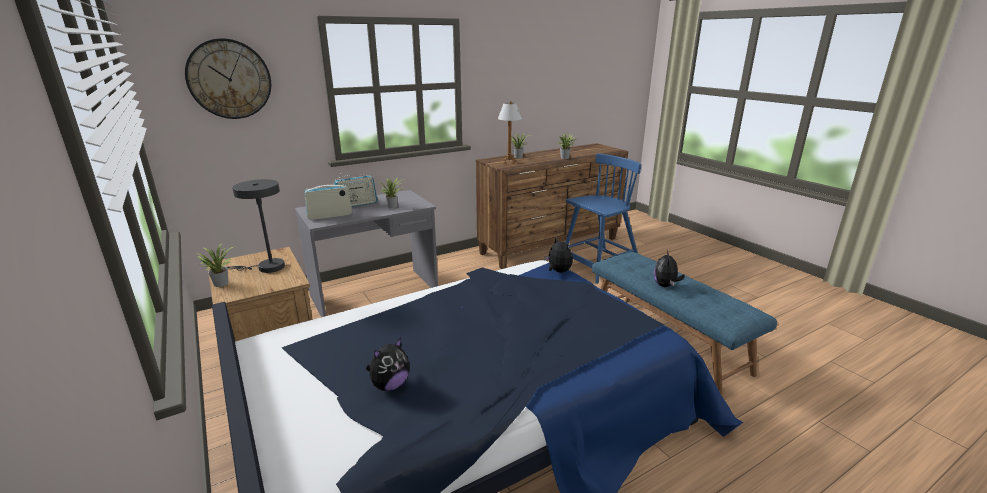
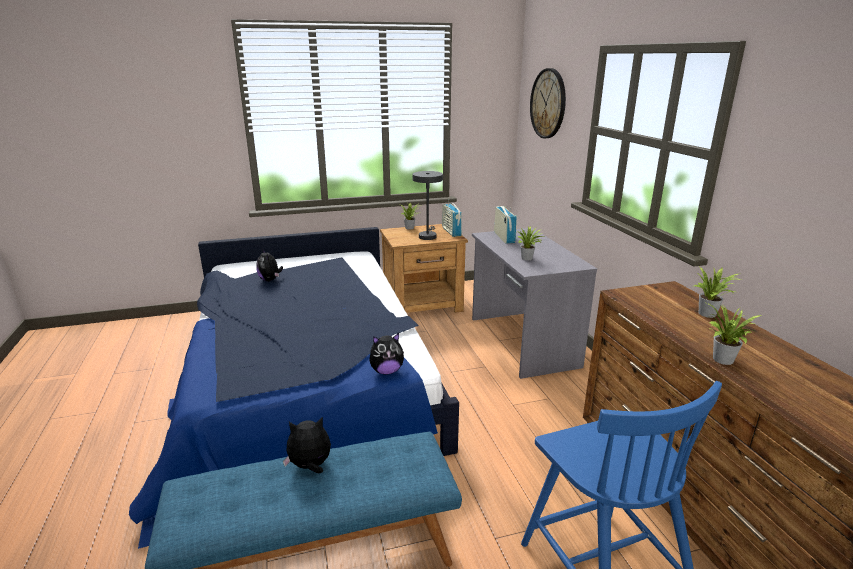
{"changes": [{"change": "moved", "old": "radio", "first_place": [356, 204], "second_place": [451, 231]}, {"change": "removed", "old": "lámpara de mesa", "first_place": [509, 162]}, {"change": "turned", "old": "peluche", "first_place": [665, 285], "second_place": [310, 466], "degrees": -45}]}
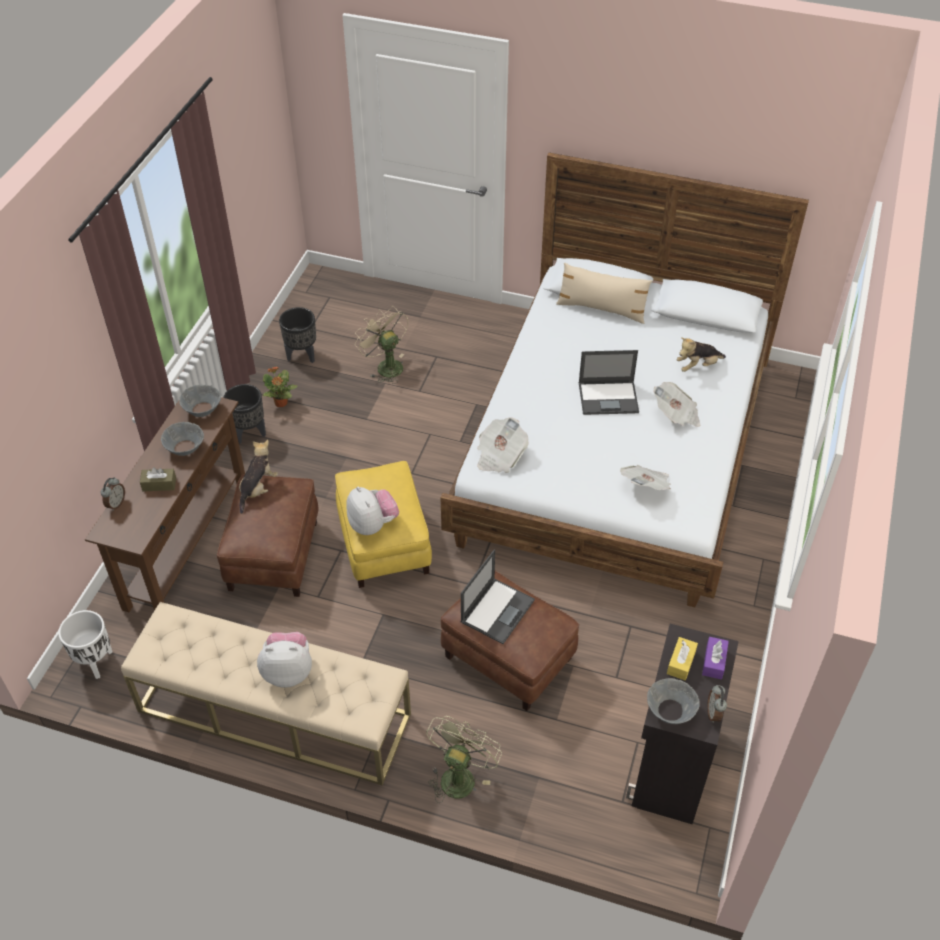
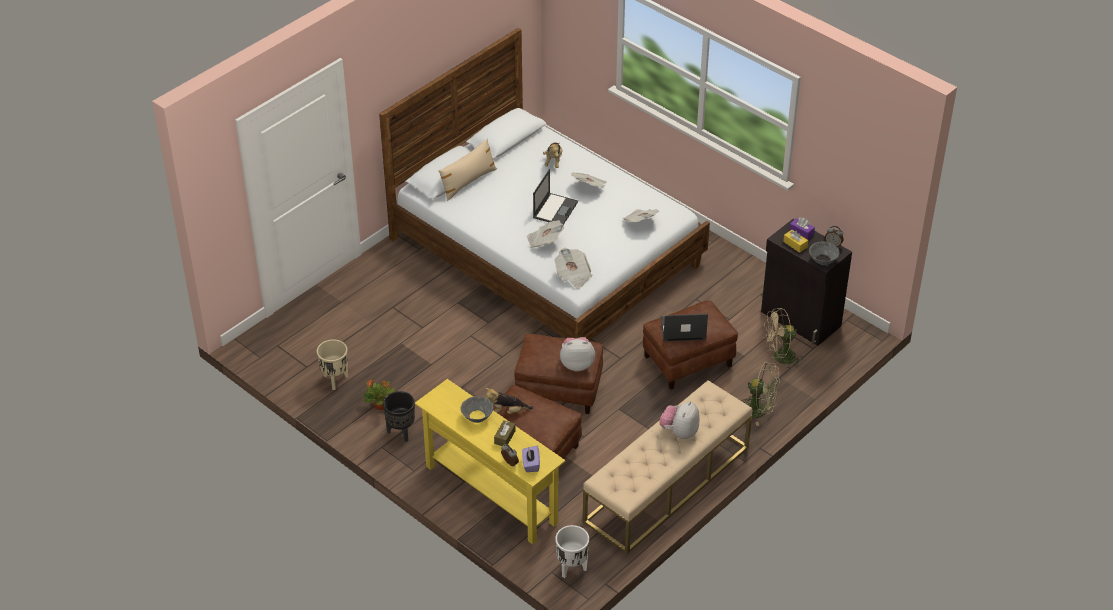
{"changes": [{"change": "recoloured", "old": "mesa consola [marrón]", "new": "mesa consola [amarillo]", "first_place": [186, 543], "second_place": [490, 494]}, {"change": "removed", "old": "cuenco [gris]", "first_place": [202, 409]}, {"change": "turned", "old": "peluche", "first_place": [258, 489], "second_place": [506, 412], "degrees": -60}, {"change": "recoloured", "old": "maceta [negro]", "new": "maceta [beis]", "first_place": [302, 355], "second_place": [335, 380]}, {"change": "recoloured", "old": "puf [amarillo]", "new": "puf [marrón]", "first_place": [383, 544], "second_place": [558, 390]}, {"change": "moved", "old": "ventilador [beis]", "first_place": [385, 366], "second_place": [779, 358]}, {"change": "turned", "old": "ventilador [verde]", "first_place": [459, 775], "second_place": [759, 411], "degrees": 150}, {"change": "turned", "old": "portátil", "first_place": [497, 610], "second_place": [682, 329], "degrees": -60}, {"change": "added", "new": "caja de pañuelos [morado]", "second_place": [531, 464]}, {"change": "added", "new": "periódico", "second_place": [544, 241]}]}
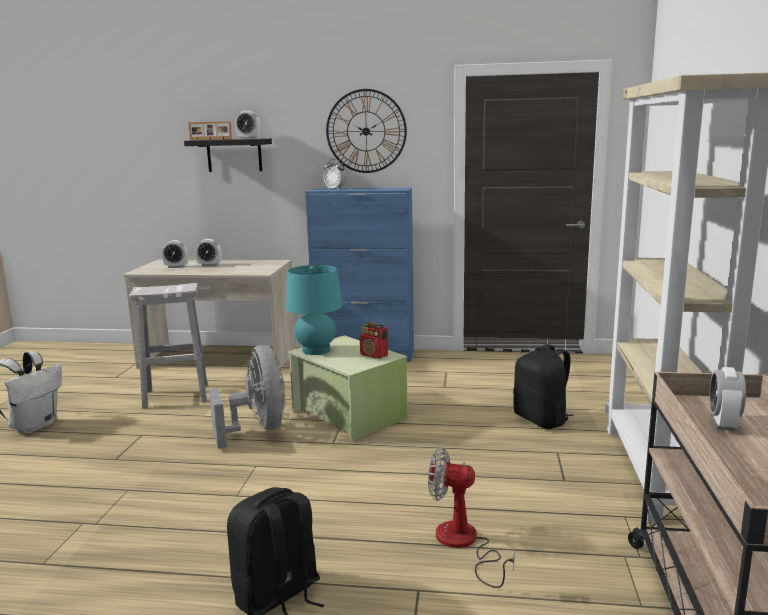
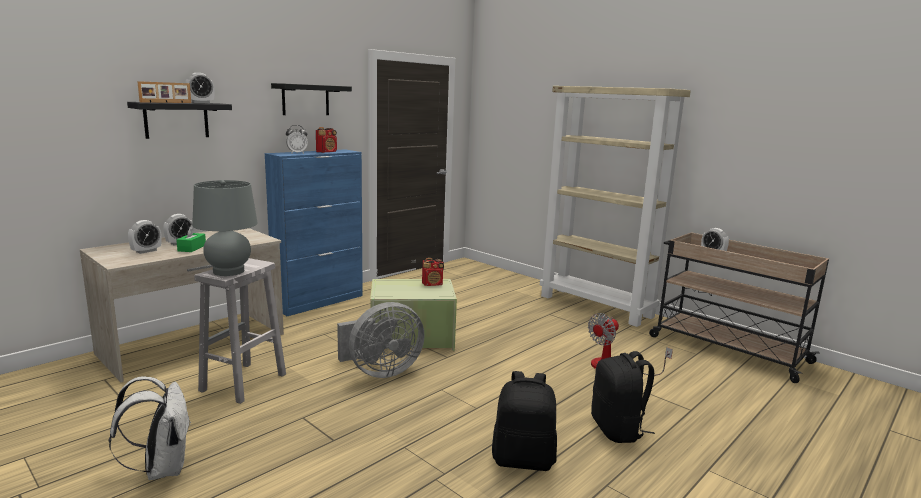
{"changes": [{"change": "turned", "old": "ventilador [gris]", "first_place": [258, 429], "second_place": [380, 371], "degrees": 135}, {"change": "removed", "old": "lámpara de mesa [turquesa]", "first_place": [316, 350]}, {"change": "replaced", "old": "reloj de pared", "new": "estante [negro]", "first_place": [366, 131], "second_place": [305, 100]}, {"change": "moved", "old": "mochila [negro]", "first_place": [542, 420], "second_place": [523, 459]}, {"change": "added", "new": "caja de pañuelos [verde]", "second_place": [192, 248]}, {"change": "added", "new": "lámpara de mesa [gris]", "second_place": [228, 271]}, {"change": "added", "new": "radio", "second_place": [327, 152]}]}
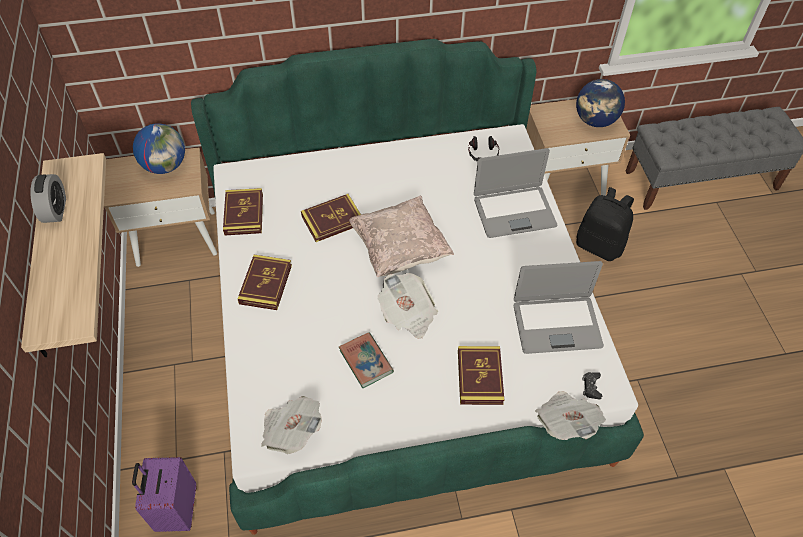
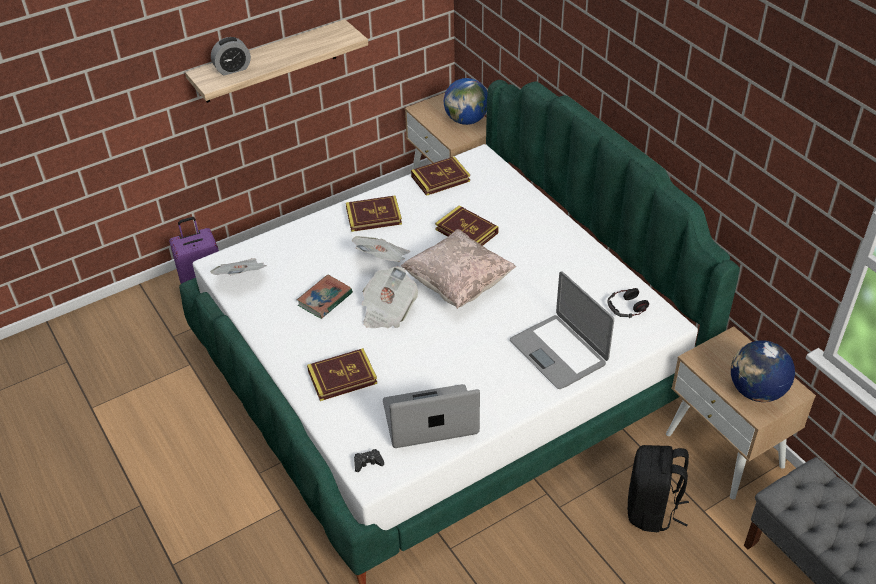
{"changes": [{"change": "moved", "old": "despertador", "first_place": [55, 210], "second_place": [233, 69]}, {"change": "turned", "old": "portátil", "first_place": [556, 324], "second_place": [430, 419], "degrees": 105}, {"change": "moved", "old": "periódico", "first_place": [566, 422], "second_place": [383, 259]}]}
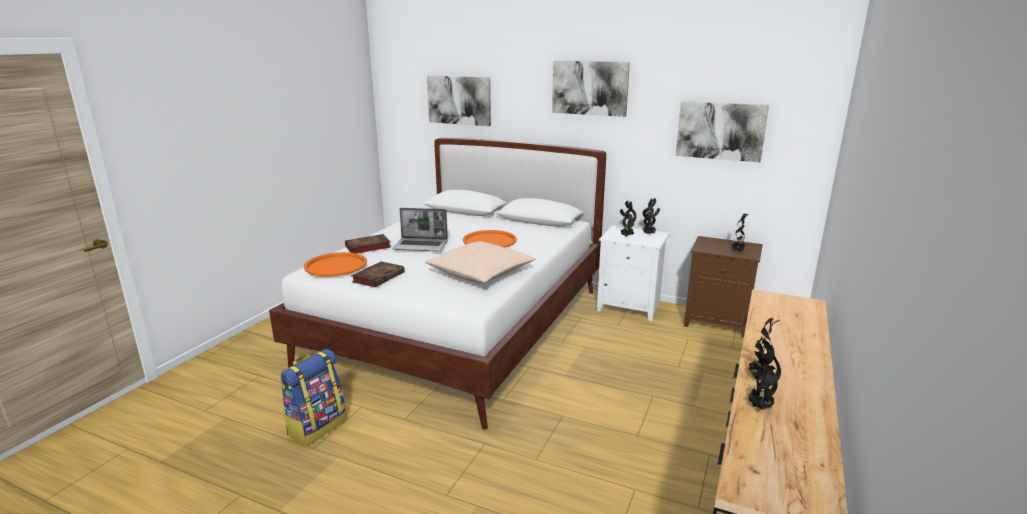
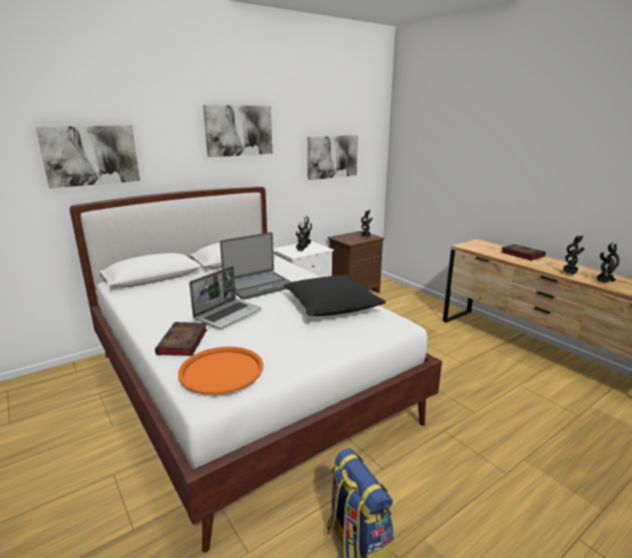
{"changes": [{"change": "moved", "old": "libro", "first_place": [379, 277], "second_place": [520, 254]}, {"change": "recoloured", "old": "cojín [beis]", "new": "cojín [negro]", "first_place": [481, 273], "second_place": [331, 306]}, {"change": "replaced", "old": "bandeja [naranja]", "new": "portátil", "first_place": [489, 240], "second_place": [258, 286]}]}
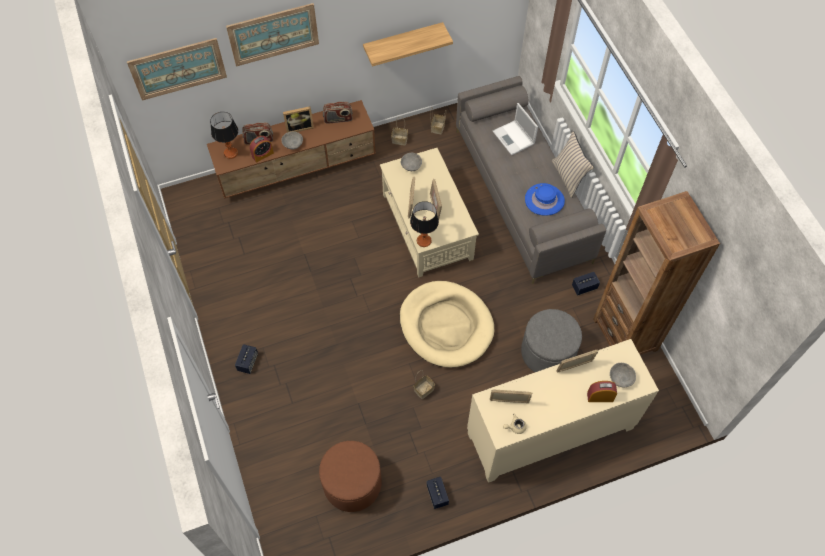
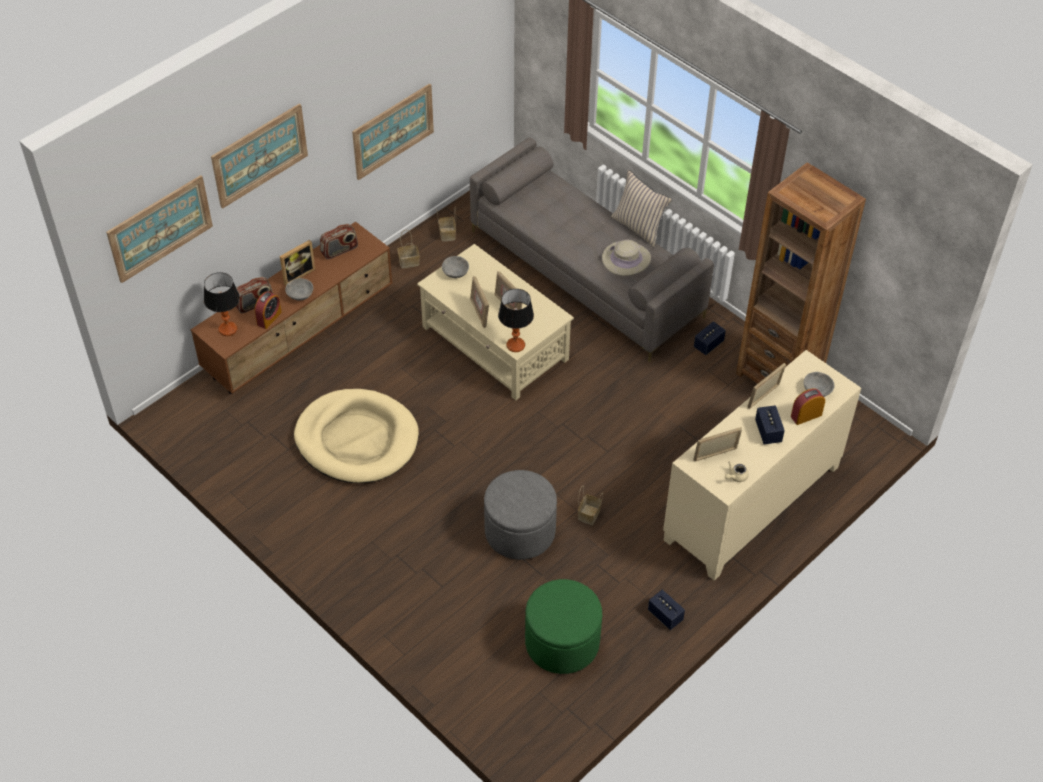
{"changes": [{"change": "moved", "old": "altavoz", "first_place": [248, 362], "second_place": [768, 432]}, {"change": "recoloured", "old": "puf [marrón]", "new": "puf [verde]", "first_place": [352, 483], "second_place": [562, 642]}, {"change": "replaced", "old": "estante", "new": "cuadro", "first_place": [403, 41], "second_place": [393, 131]}, {"change": "moved", "old": "cama para perro [beis]", "first_place": [446, 326], "second_place": [357, 440]}, {"change": "removed", "old": "portátil", "first_place": [514, 138]}, {"change": "moved", "old": "puf [gris]", "first_place": [547, 352], "second_place": [520, 531]}, {"change": "recoloured", "old": "sombrero [azul]", "new": "sombrero [beis]", "first_place": [544, 200], "second_place": [626, 259]}]}
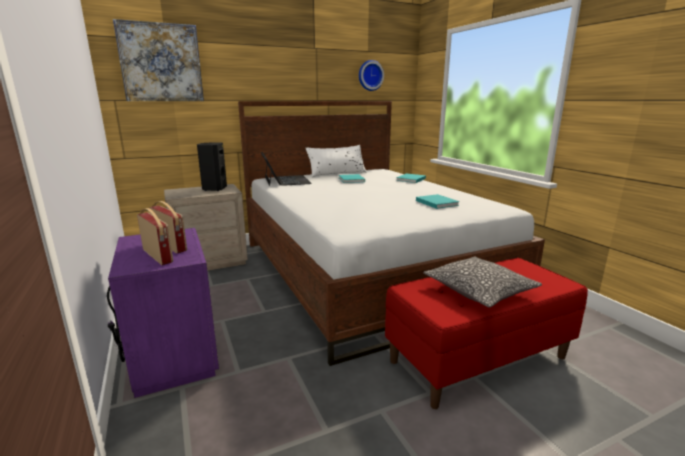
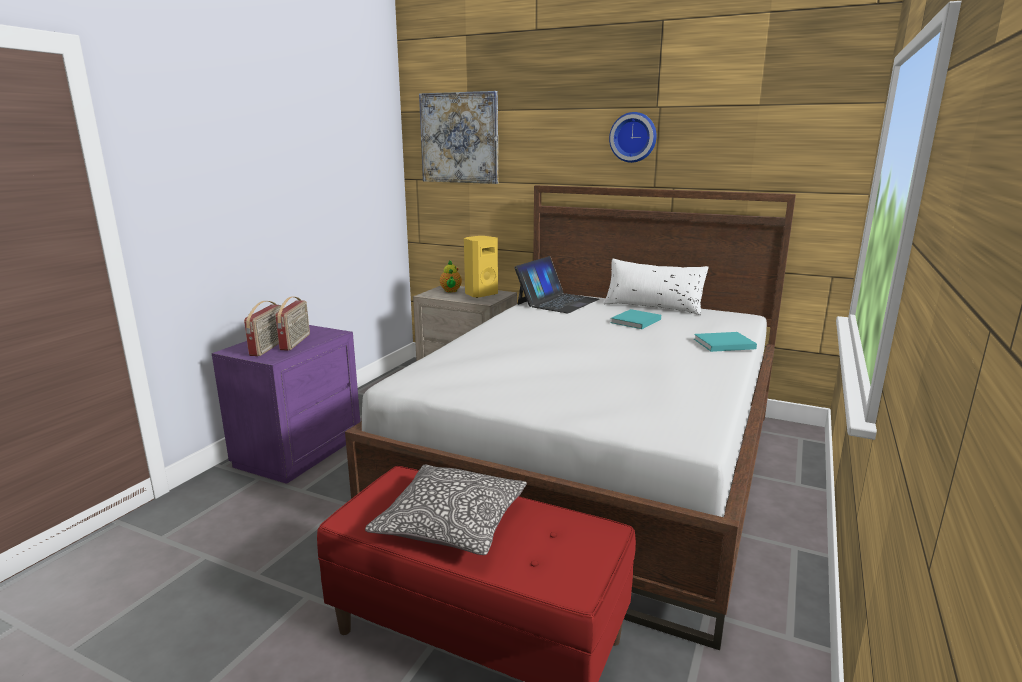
{"changes": [{"change": "recoloured", "old": "altavoz [negro]", "new": "altavoz [amarillo]", "first_place": [214, 189], "second_place": [480, 294]}, {"change": "moved", "old": "reloj de pared", "first_place": [370, 75], "second_place": [633, 137]}, {"change": "removed", "old": "libro [turquesa]", "first_place": [436, 202]}, {"change": "added", "new": "tetera", "second_place": [451, 291]}]}
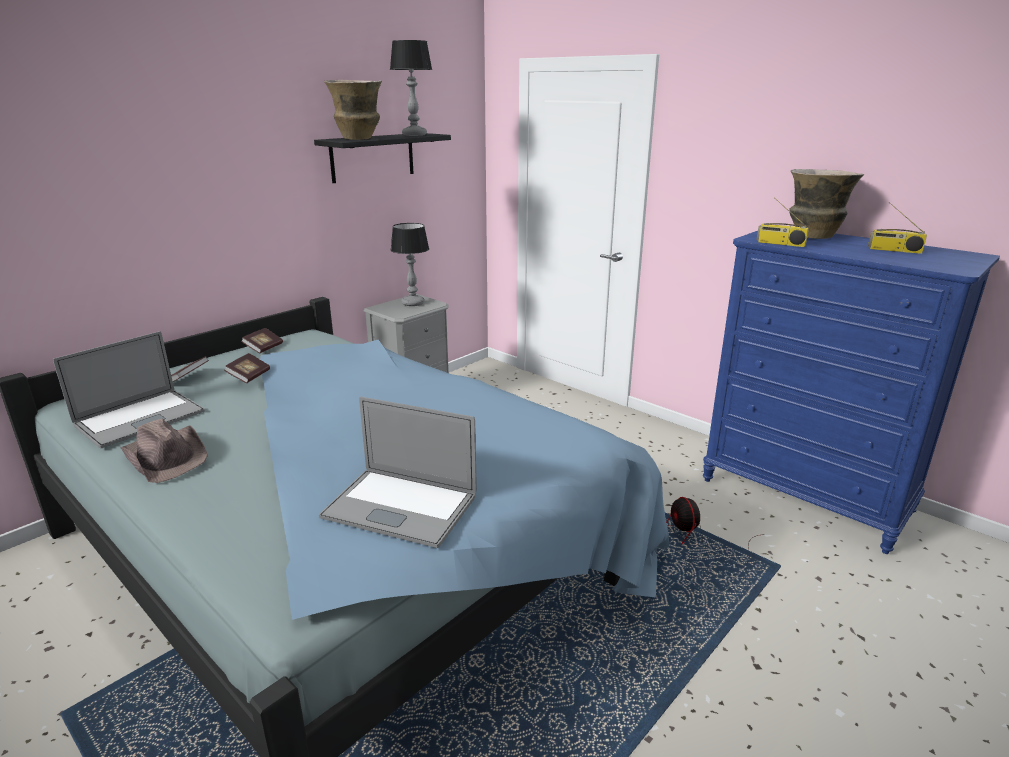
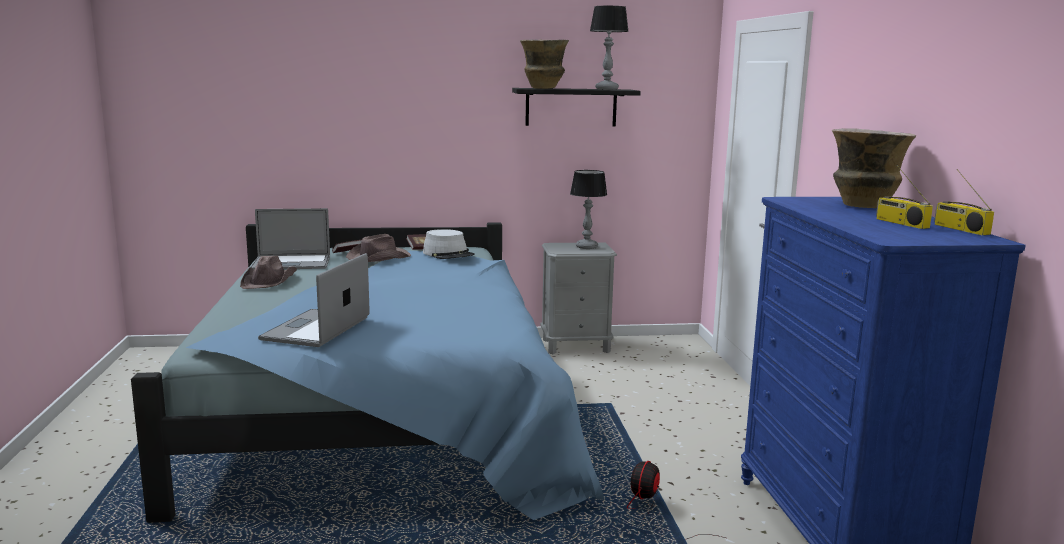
{"changes": [{"change": "replaced", "old": "libro", "new": "sombrero [marrón]", "first_place": [249, 376], "second_place": [377, 257]}, {"change": "turned", "old": "portátil", "first_place": [400, 506], "second_place": [316, 328], "degrees": 45}, {"change": "moved", "old": "radio", "first_place": [780, 244], "second_place": [959, 229]}, {"change": "added", "new": "sombrero [gris]", "second_place": [448, 254]}]}
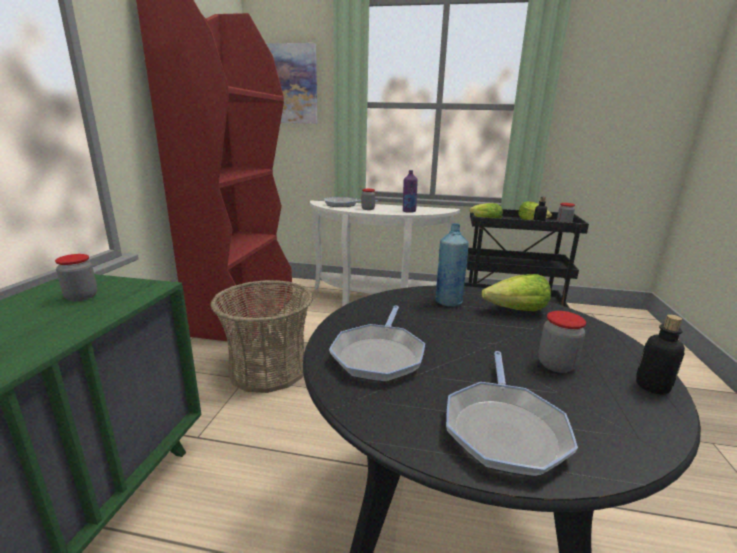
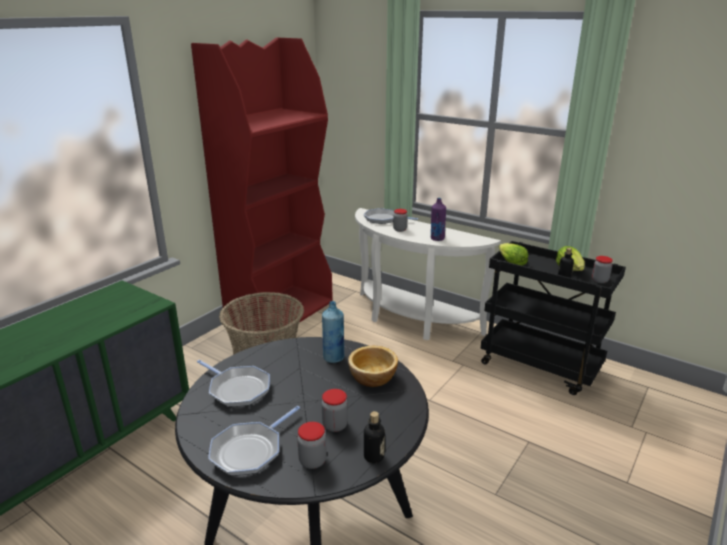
{"changes": [{"change": "moved", "old": "tarro", "first_place": [81, 297], "second_place": [312, 461]}, {"change": "removed", "old": "cuadro", "first_place": [290, 84]}, {"change": "turned", "old": "sartén", "first_place": [379, 355], "second_place": [237, 389], "degrees": -90}, {"change": "replaced", "old": "lechuga", "new": "cuenco", "first_place": [516, 310], "second_place": [373, 377]}]}
